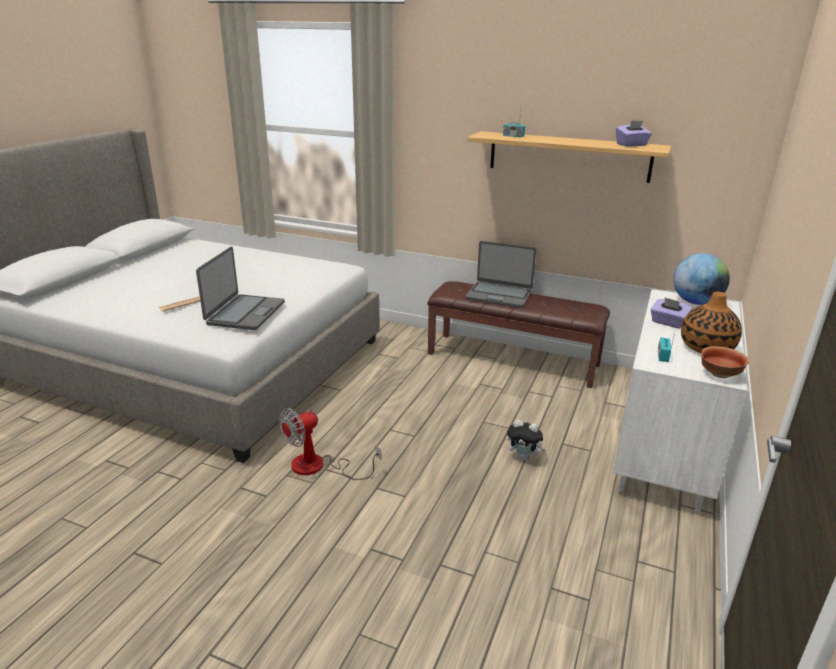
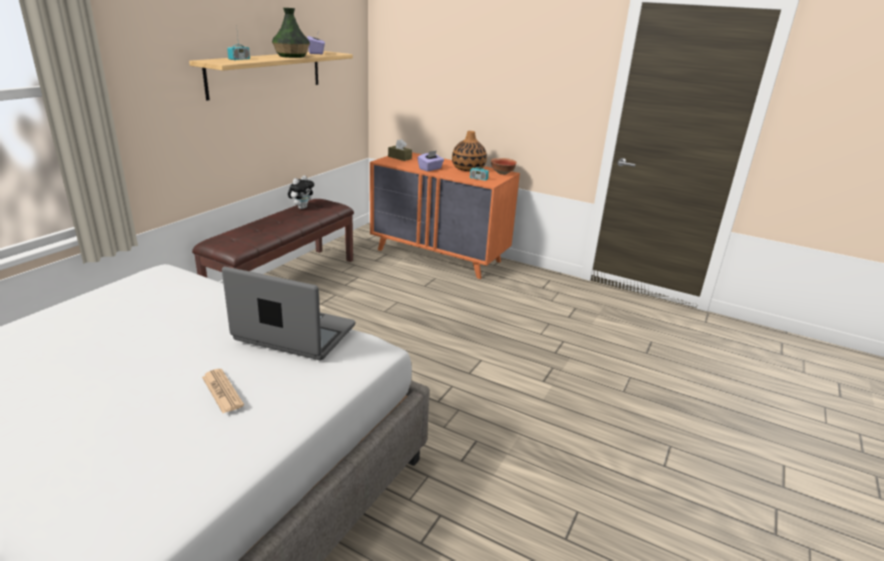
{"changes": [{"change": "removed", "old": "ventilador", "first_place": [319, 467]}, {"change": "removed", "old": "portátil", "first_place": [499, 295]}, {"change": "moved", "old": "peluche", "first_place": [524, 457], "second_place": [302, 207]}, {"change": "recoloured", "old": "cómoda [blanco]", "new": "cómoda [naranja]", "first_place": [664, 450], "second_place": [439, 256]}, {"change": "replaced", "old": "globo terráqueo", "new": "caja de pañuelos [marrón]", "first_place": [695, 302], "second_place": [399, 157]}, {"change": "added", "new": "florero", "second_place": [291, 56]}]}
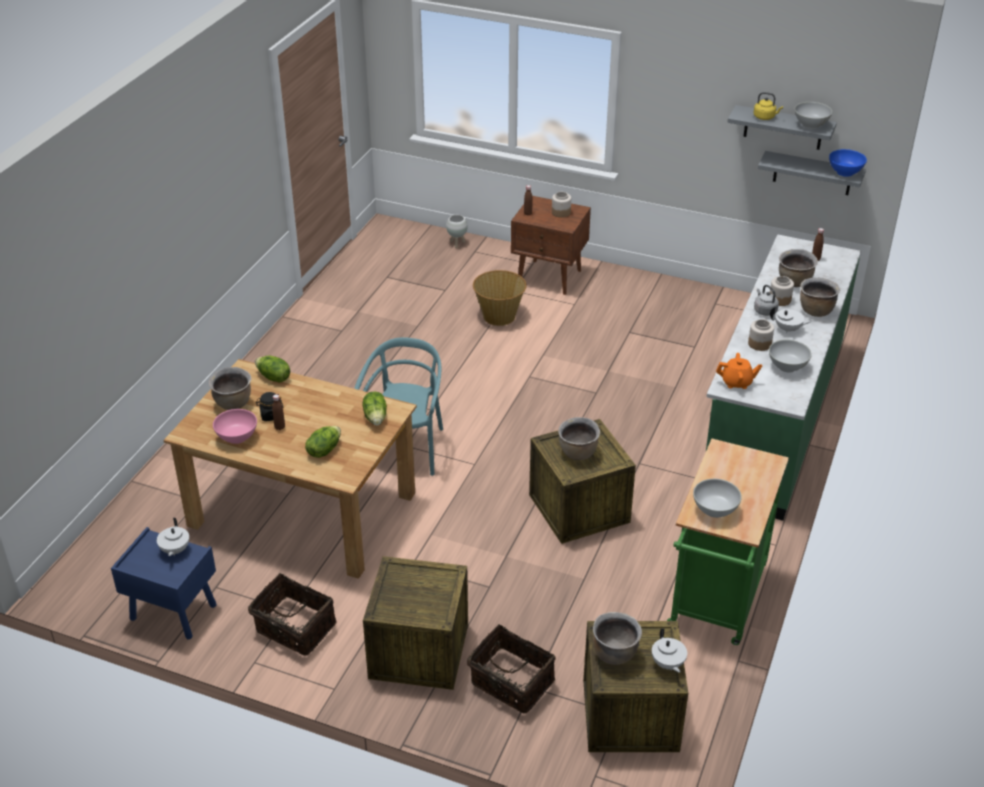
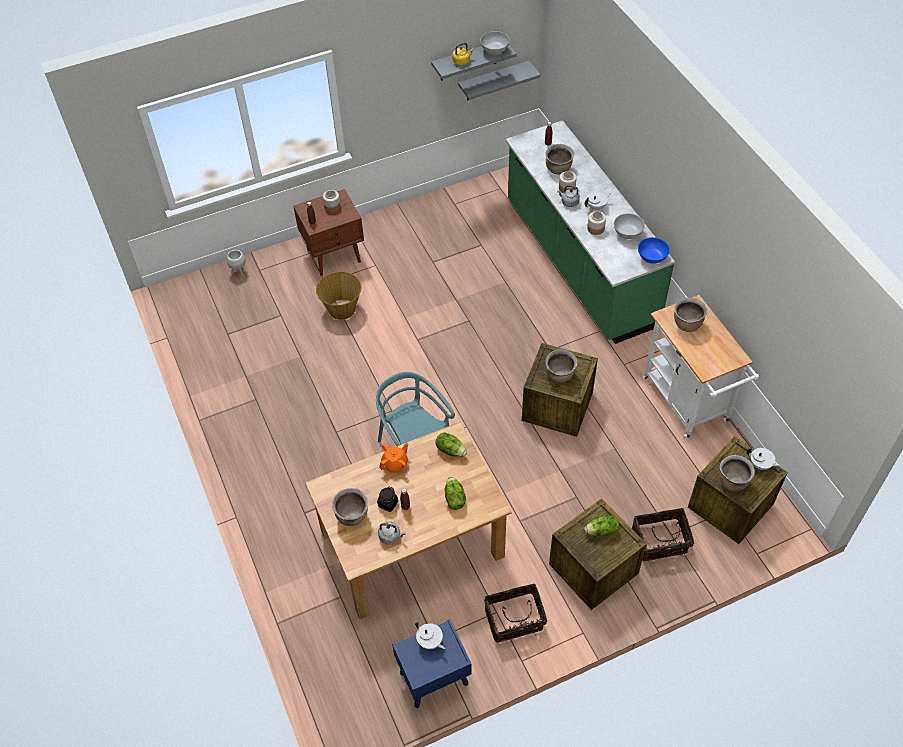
{"changes": [{"change": "replaced", "old": "cuenco [rosa]", "new": "hervidor [gris]", "first_place": [237, 437], "second_place": [391, 536]}, {"change": "moved", "old": "lechuga", "first_place": [273, 377], "second_place": [602, 531]}, {"change": "recoloured", "old": "carrito [verde]", "new": "carrito [blanco]", "first_place": [716, 601], "second_place": [688, 404]}, {"change": "removed", "old": "cuenco [blanco]", "first_place": [715, 510]}, {"change": "moved", "old": "tetera [naranja]", "first_place": [737, 382], "second_place": [395, 464]}, {"change": "moved", "old": "olla [marrón]", "first_place": [815, 311], "second_place": [687, 324]}, {"change": "moved", "old": "cuenco [azul]", "first_place": [844, 172], "second_place": [651, 258]}]}
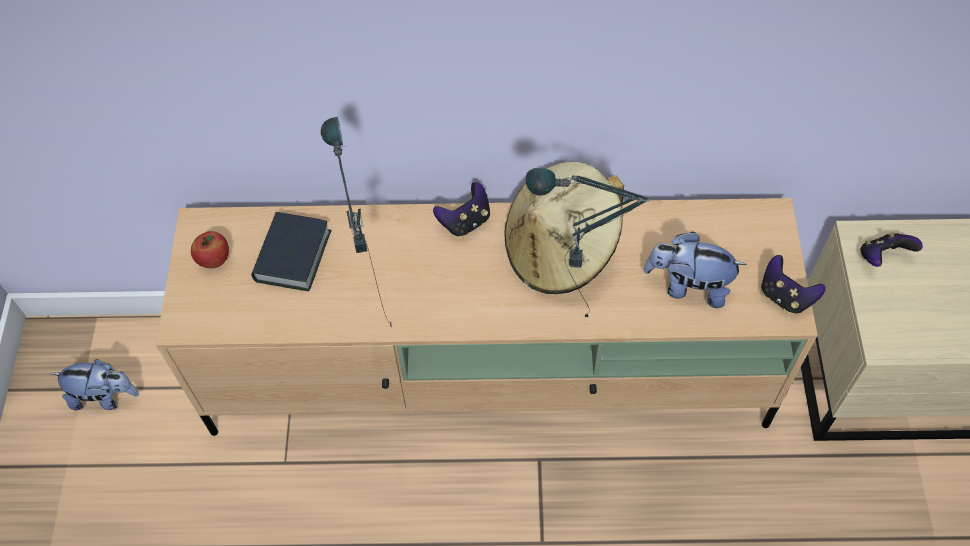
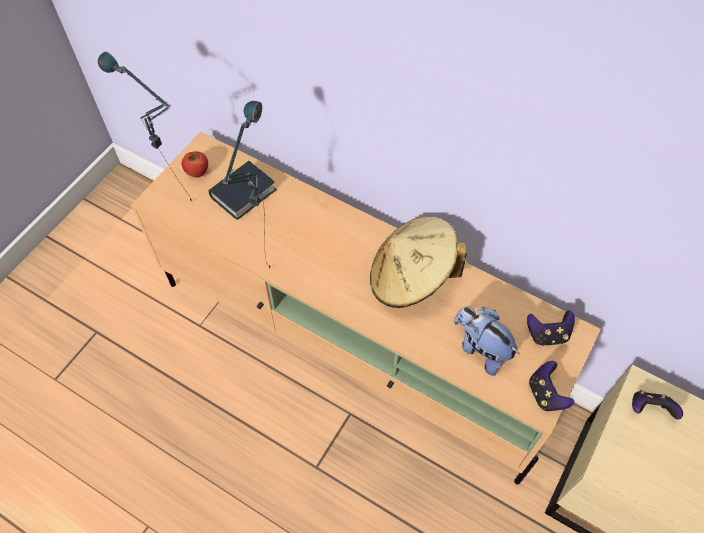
{"changes": [{"change": "removed", "old": "peluche", "first_place": [105, 396]}, {"change": "moved", "old": "mando de consola", "first_place": [465, 222], "second_place": [547, 335]}, {"change": "moved", "old": "lámpara de mesa", "first_place": [572, 328], "second_place": [178, 203]}]}
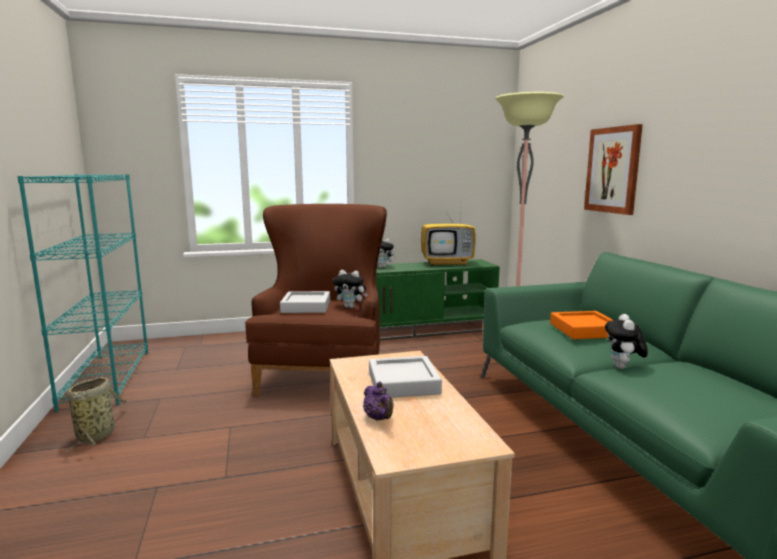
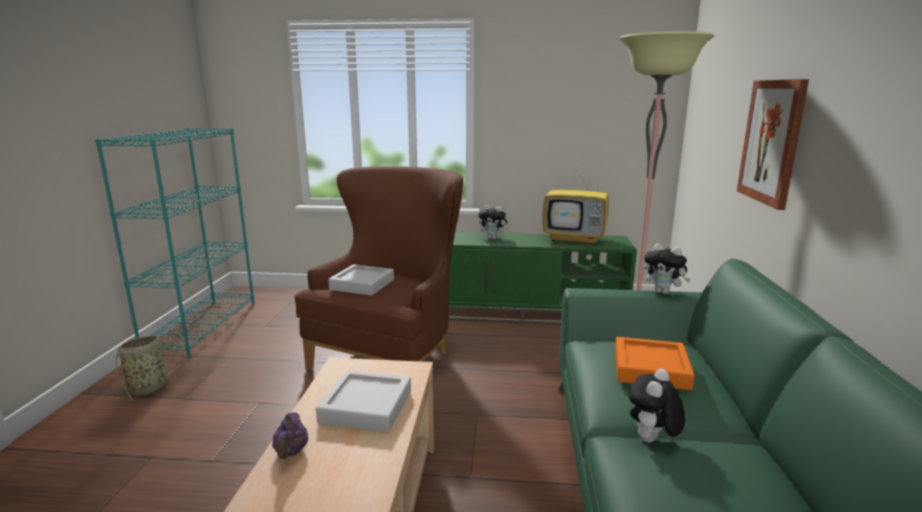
{"changes": [{"change": "moved", "old": "peluche", "first_place": [350, 307], "second_place": [663, 292]}]}
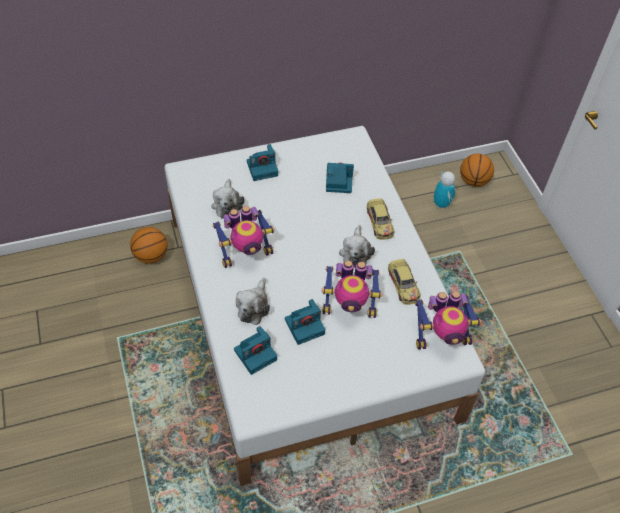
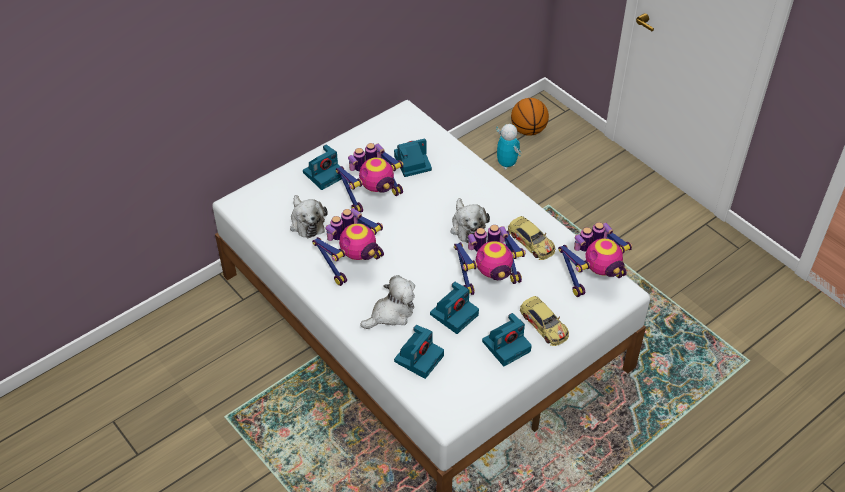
{"changes": [{"change": "removed", "old": "balón de baloncesto", "first_place": [151, 256]}, {"change": "turned", "old": "peluche", "first_place": [253, 306], "second_place": [391, 313], "degrees": -120}, {"change": "moved", "old": "coche de juguete", "first_place": [379, 222], "second_place": [544, 324]}, {"change": "added", "new": "robot de juguete", "second_place": [373, 198]}, {"change": "added", "new": "cámara", "second_place": [507, 345]}]}
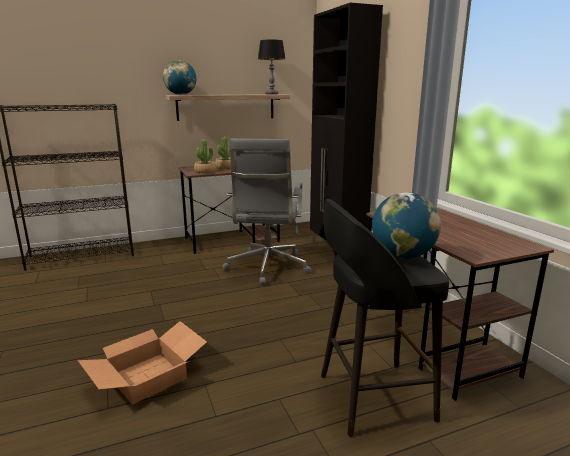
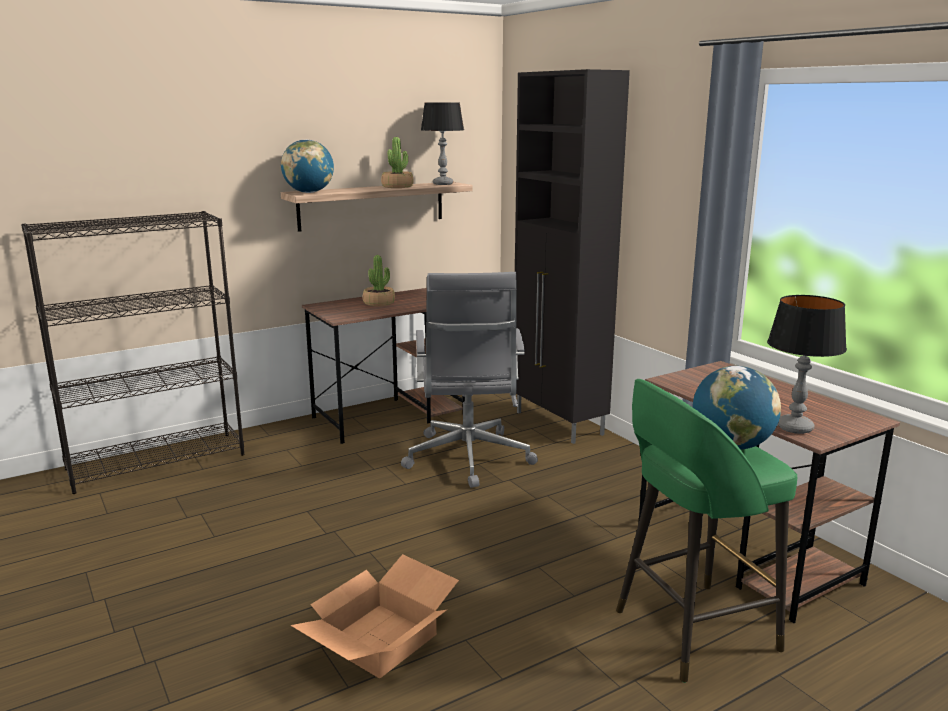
{"changes": [{"change": "moved", "old": "planta en maceta", "first_place": [205, 171], "second_place": [397, 186]}, {"change": "recoloured", "old": "taburete [negro]", "new": "taburete [verde]", "first_place": [371, 397], "second_place": [691, 631]}, {"change": "added", "new": "lámpara de mesa", "second_place": [795, 428]}]}
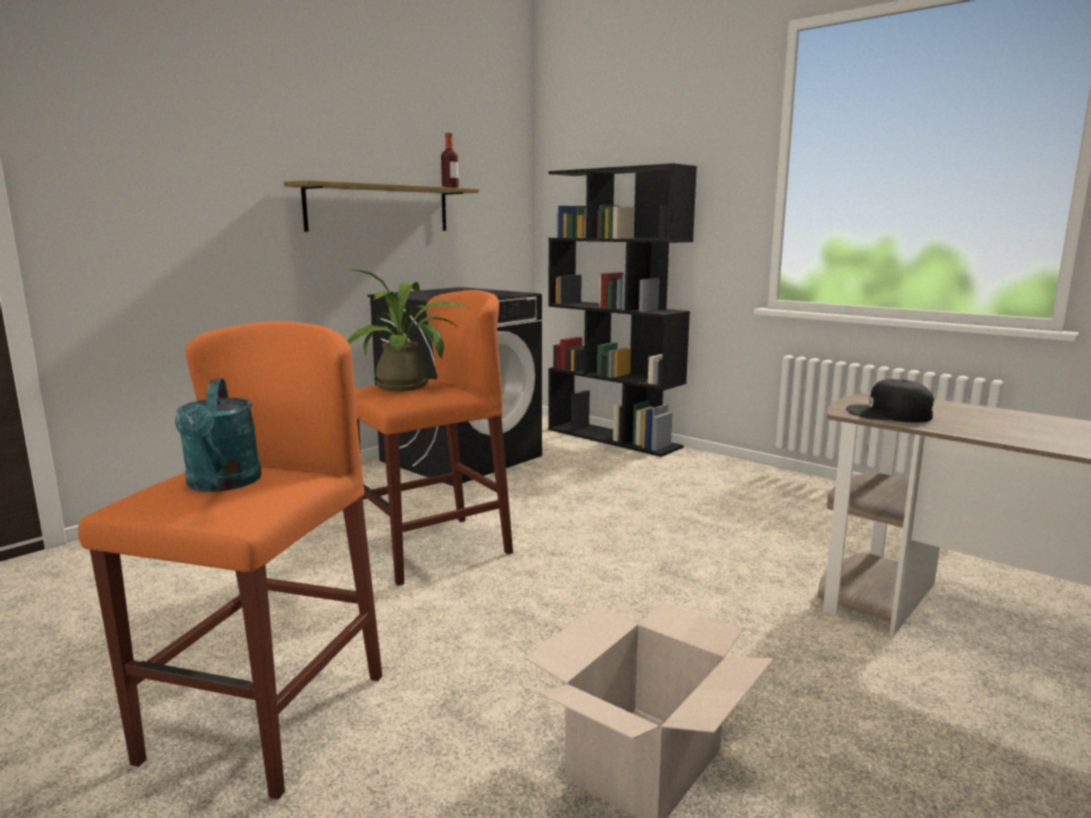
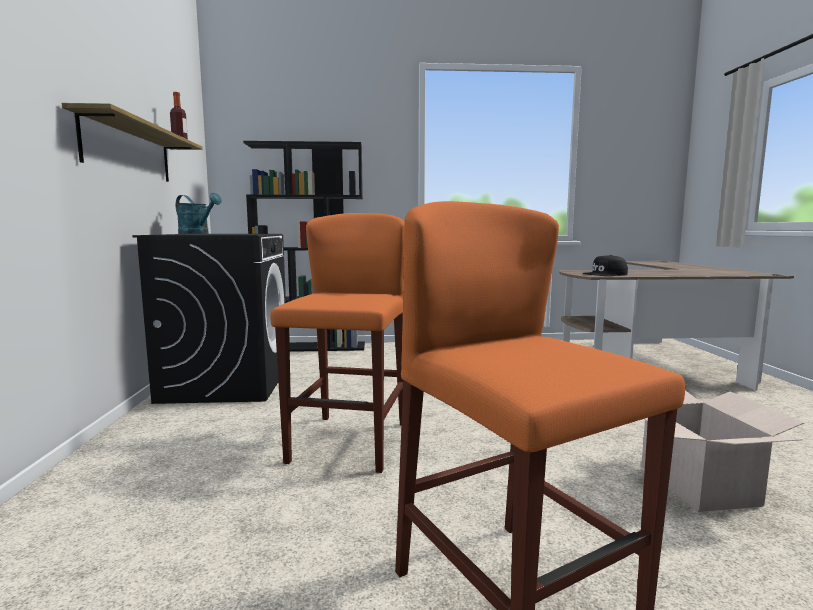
{"changes": [{"change": "moved", "old": "regadera [turquesa]", "first_place": [222, 484], "second_place": [197, 233]}, {"change": "removed", "old": "planta en maceta", "first_place": [409, 387]}]}
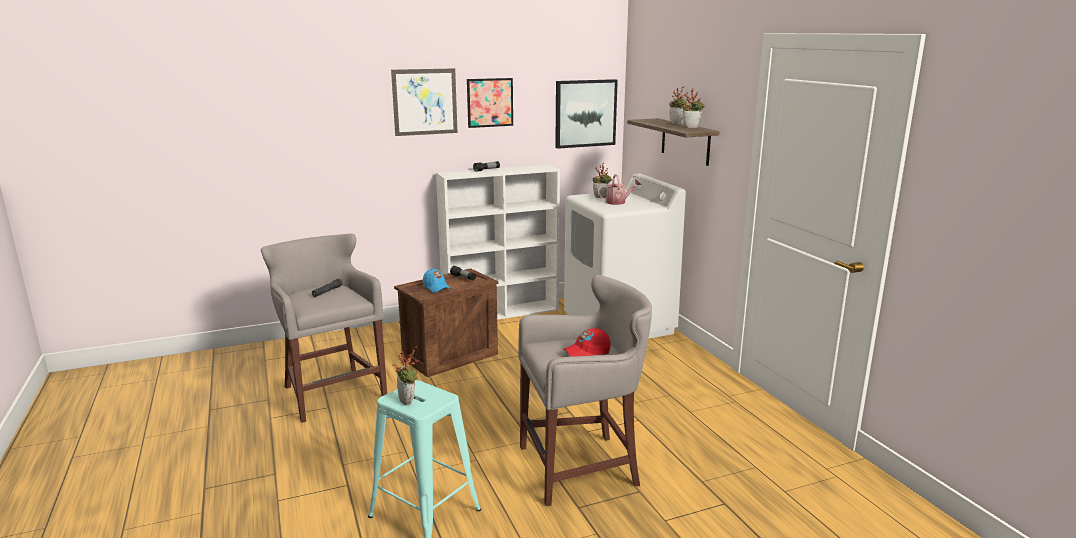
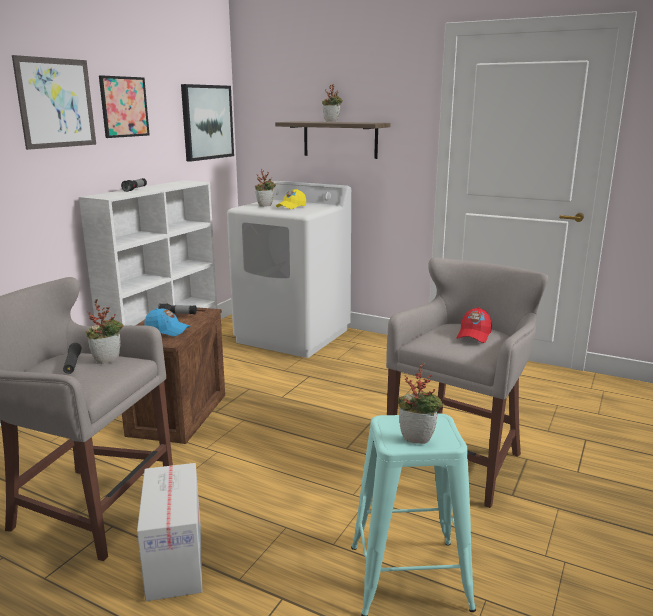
{"changes": [{"change": "replaced", "old": "regadera", "new": "gorra [amarillo]", "first_place": [618, 202], "second_place": [291, 207]}, {"change": "moved", "old": "planta en maceta", "first_place": [691, 127], "second_place": [108, 359]}, {"change": "added", "new": "caja de cartón", "second_place": [174, 560]}]}
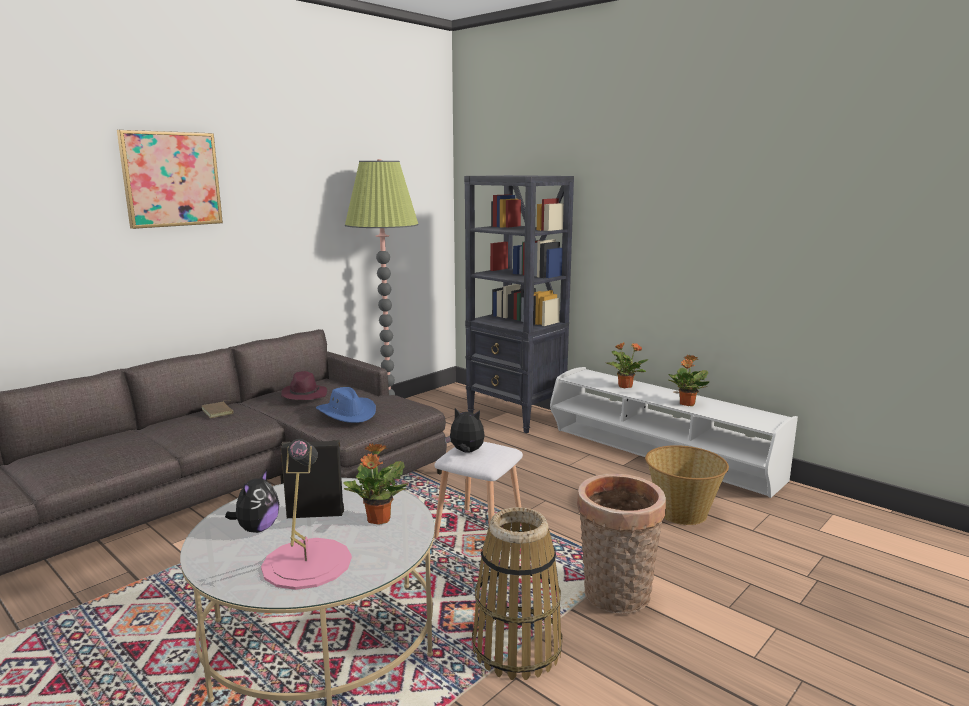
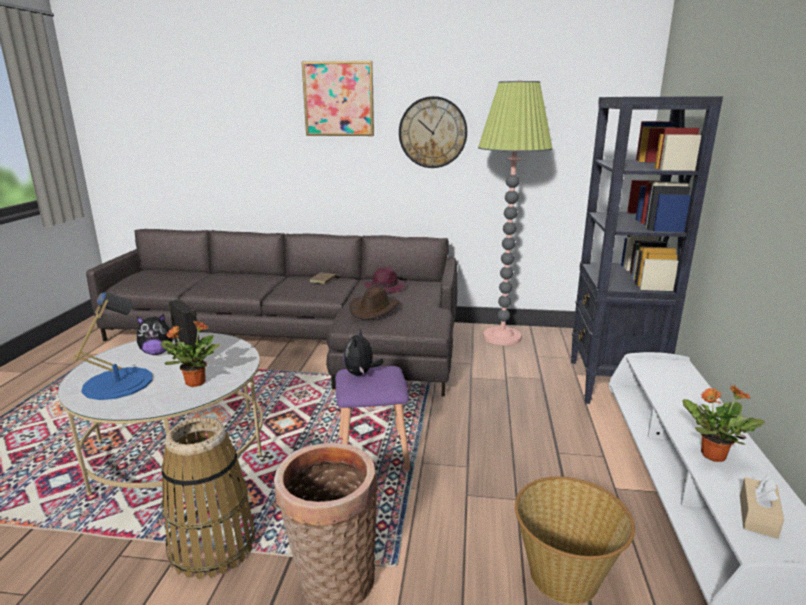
{"changes": [{"change": "recoloured", "old": "lámpara de mesa [rosa]", "new": "lámpara de mesa [azul]", "first_place": [306, 563], "second_place": [118, 383]}, {"change": "recoloured", "old": "sombrero [azul]", "new": "sombrero [marrón]", "first_place": [347, 413], "second_place": [374, 309]}, {"change": "recoloured", "old": "taburete [blanco]", "new": "taburete [morado]", "first_place": [480, 530], "second_place": [373, 453]}, {"change": "turned", "old": "peluche", "first_place": [466, 452], "second_place": [361, 373], "degrees": -150}, {"change": "removed", "old": "planta en maceta", "first_place": [624, 386]}, {"change": "added", "new": "reloj de pared", "second_place": [433, 132]}, {"change": "added", "new": "caja de pañuelos [beis]", "second_place": [757, 516]}]}
